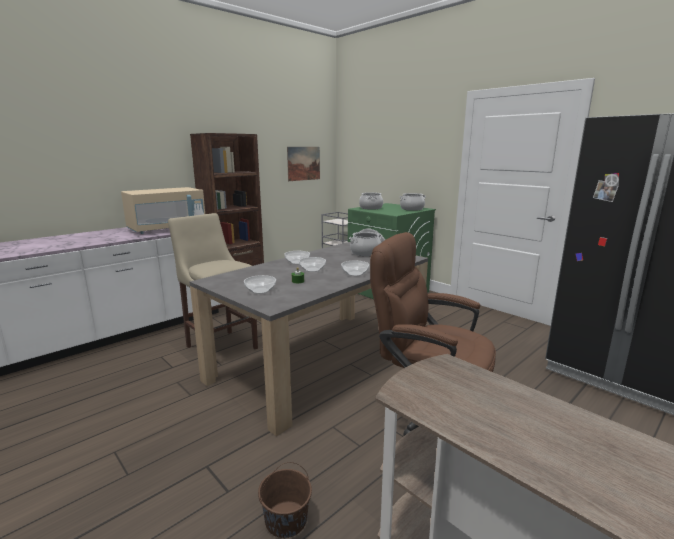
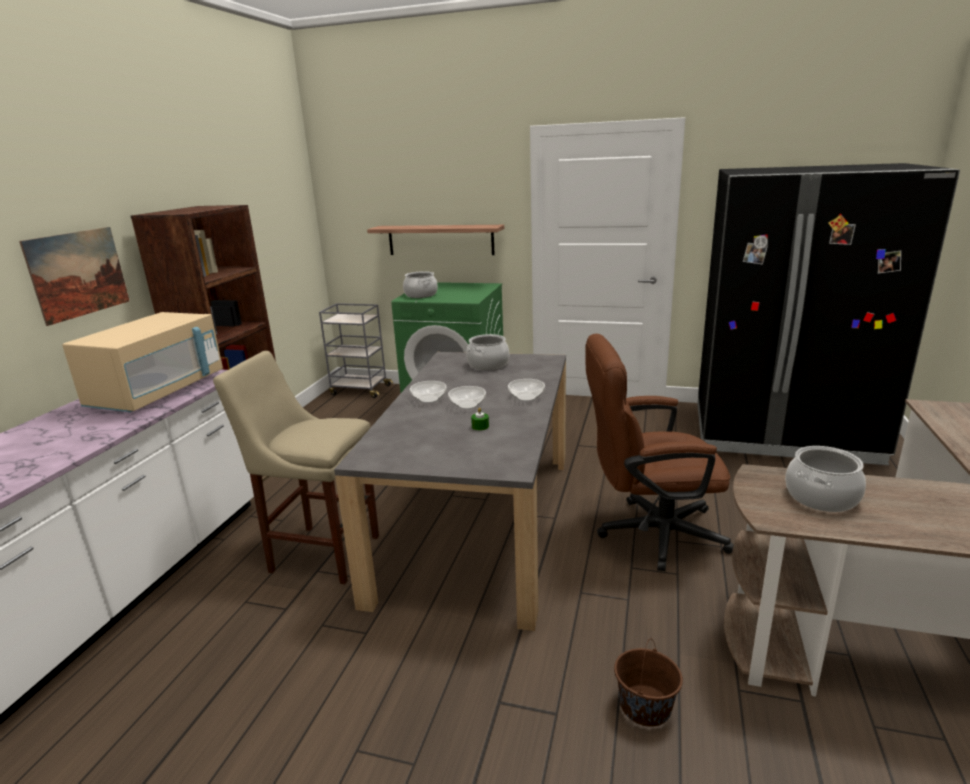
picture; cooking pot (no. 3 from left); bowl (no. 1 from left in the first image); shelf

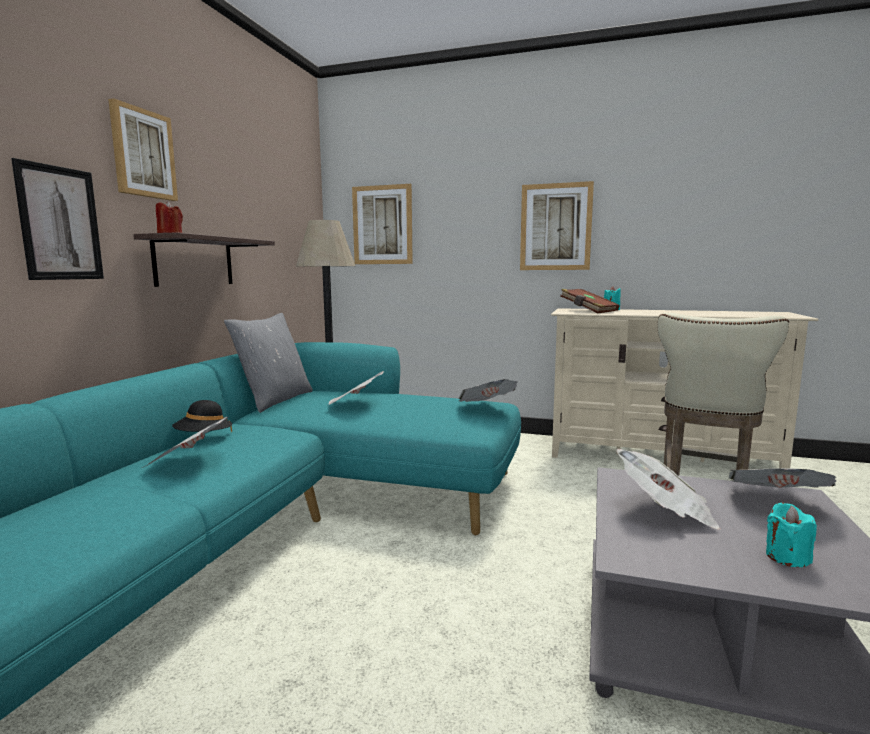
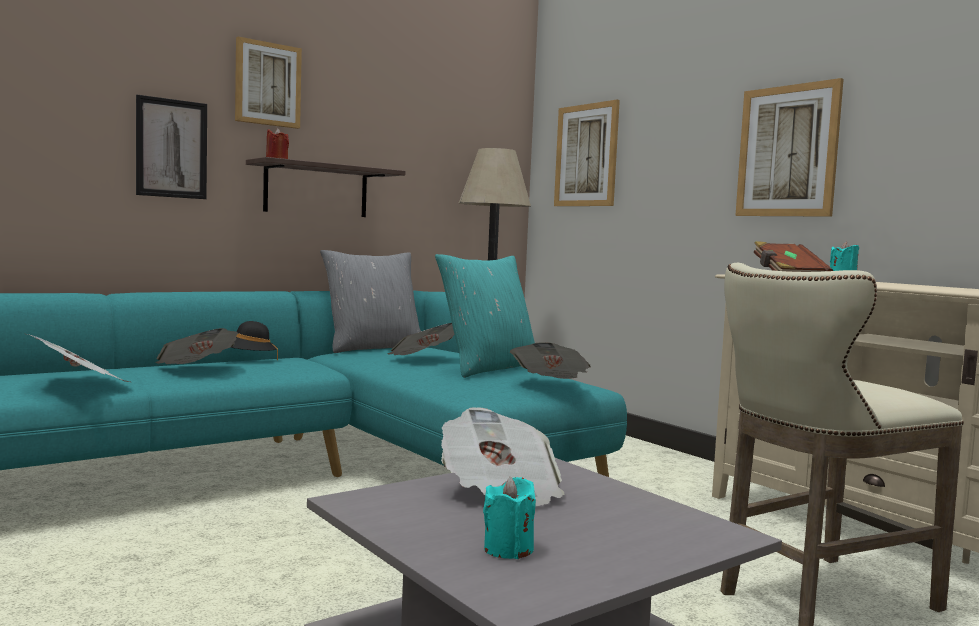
newspaper (no. 1 from left); turquoise pillow

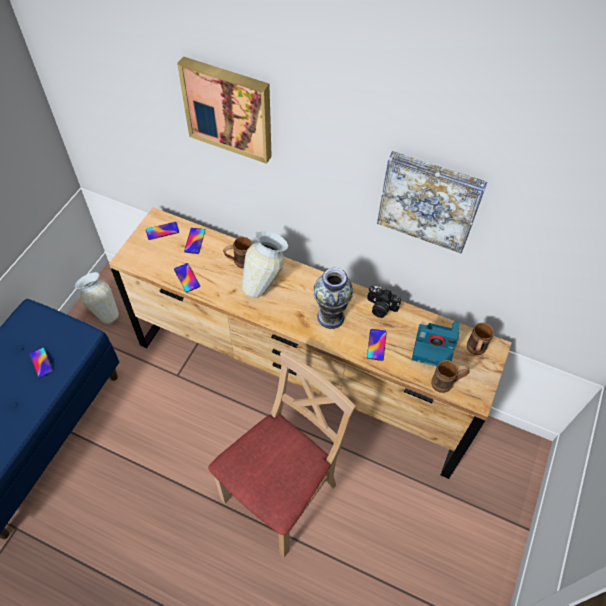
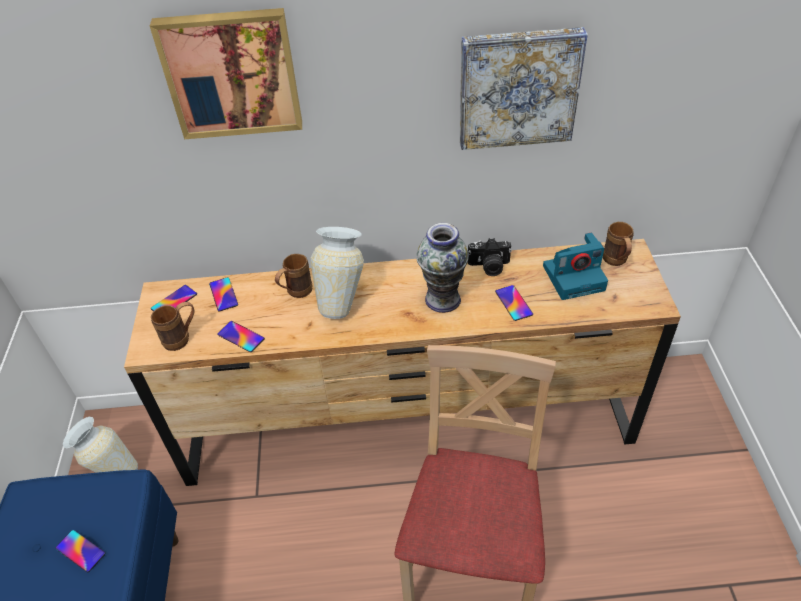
brown mug (no. 1 from left)

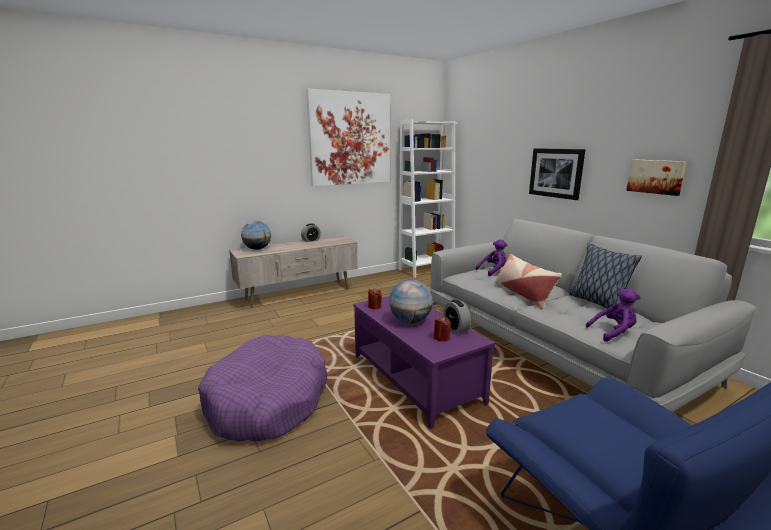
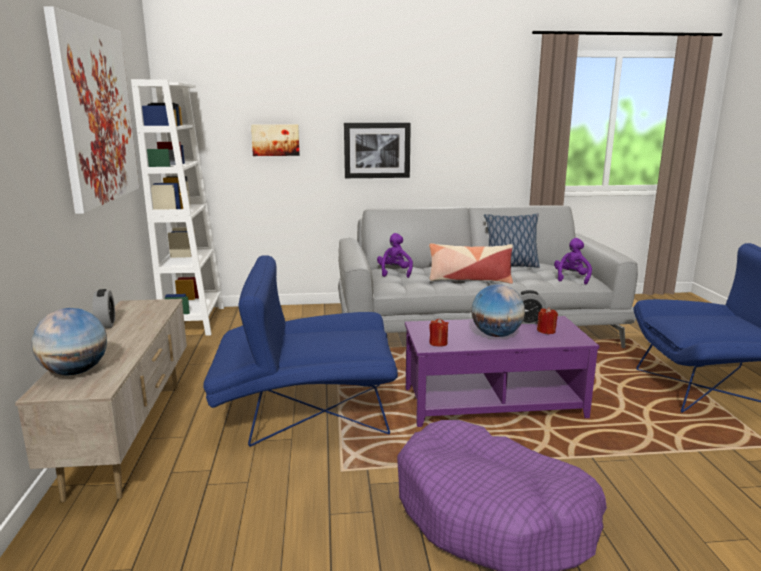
picture (no. 2 from left); blue armchair (no. 1 from left)

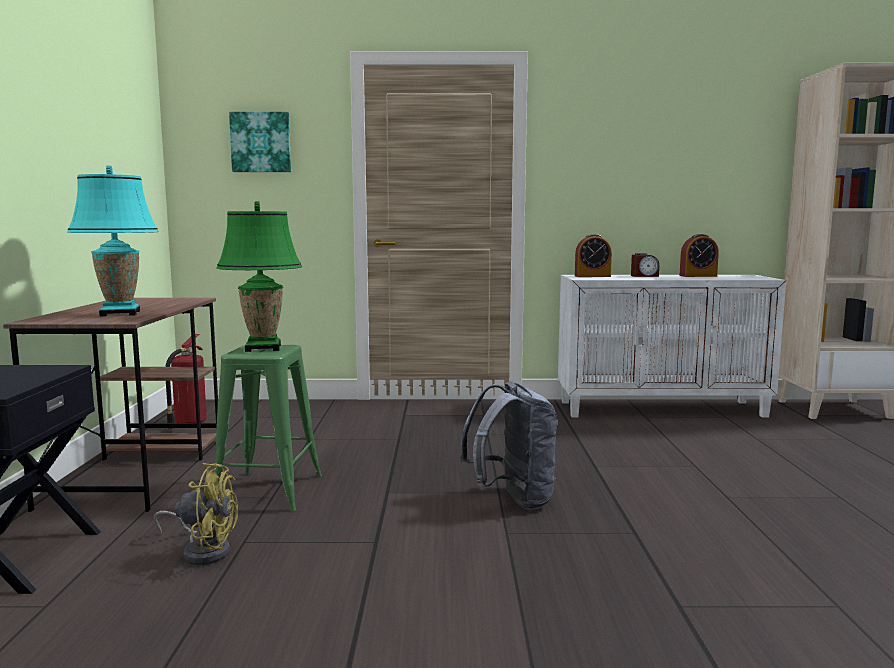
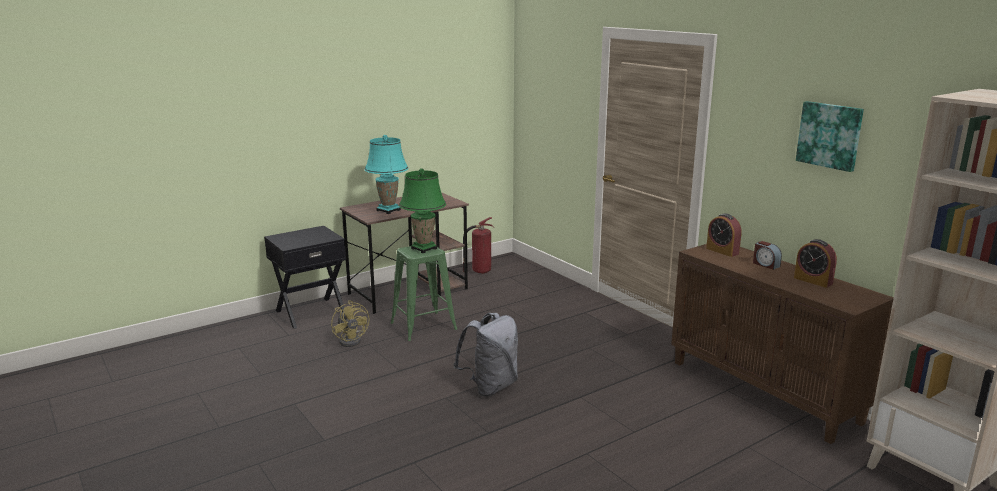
picture; brown cabinet

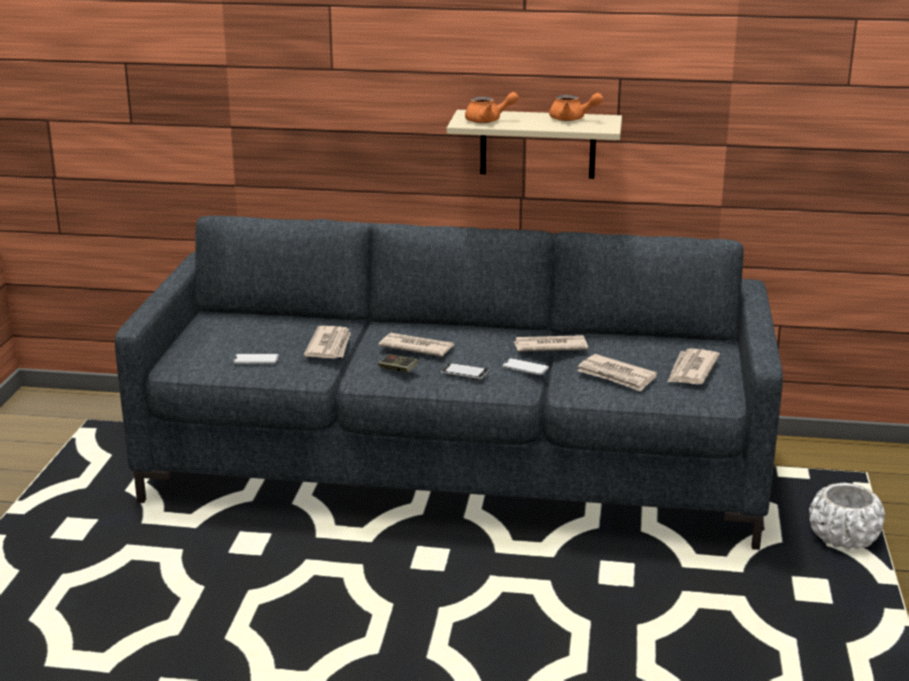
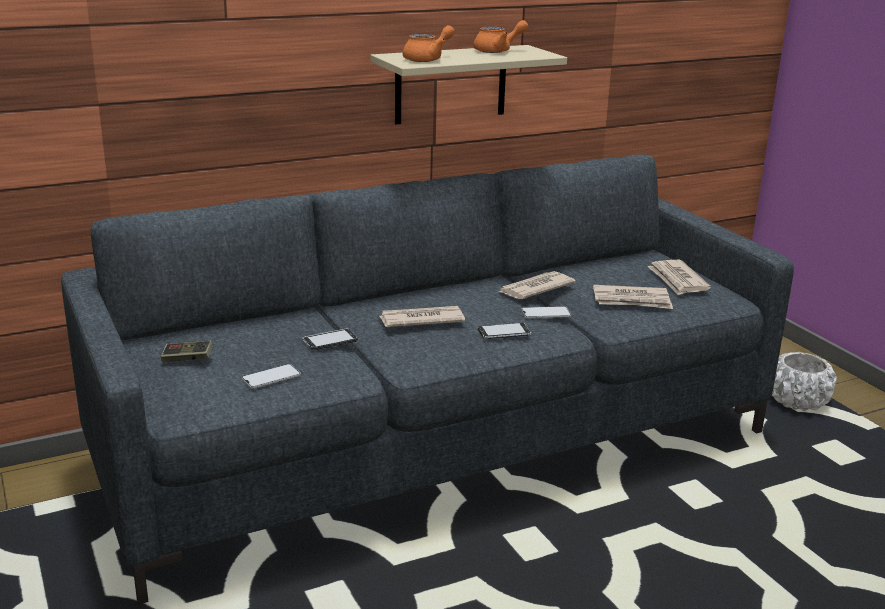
phone (no. 2 from left); game controller

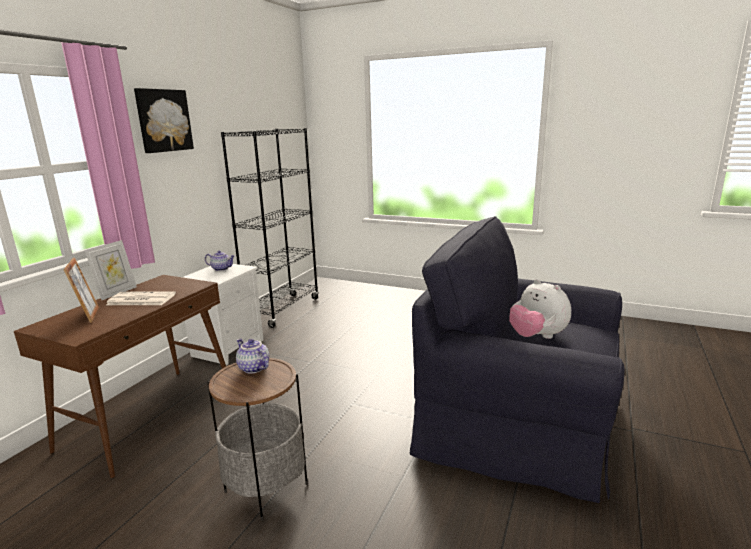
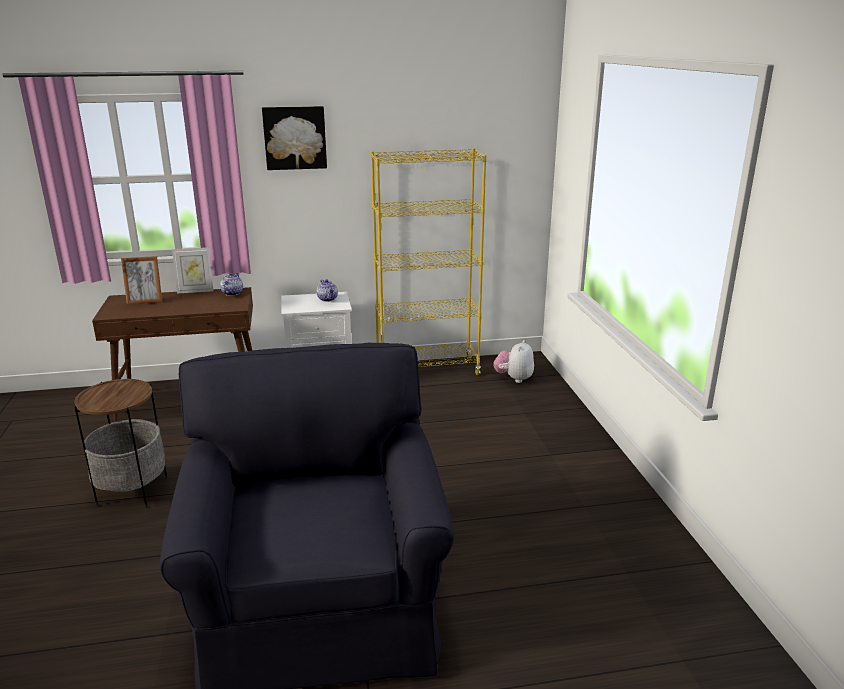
yellow bookcase; picture frame (no. 1 from left); plush toy; newspaper; teapot (no. 1 from left)

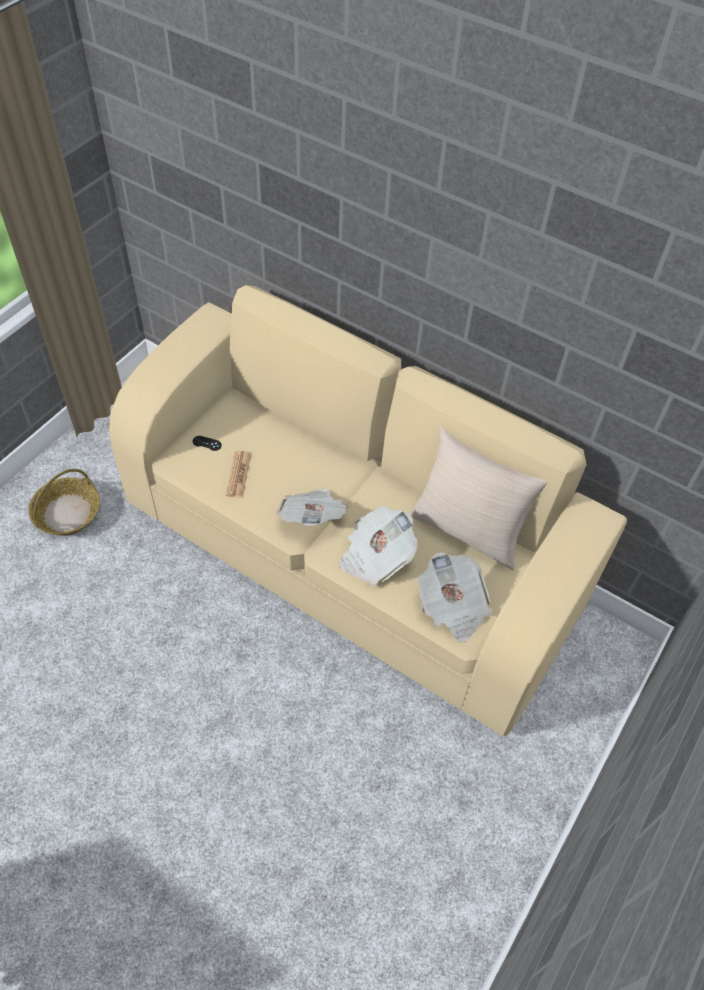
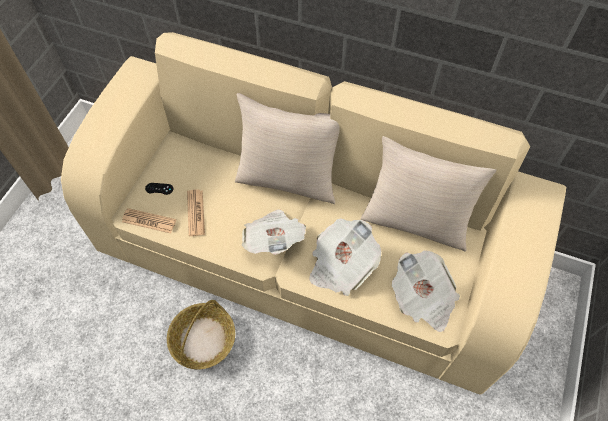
basket; beige pillow (no. 1 from left); newspaper (no. 1 from left)

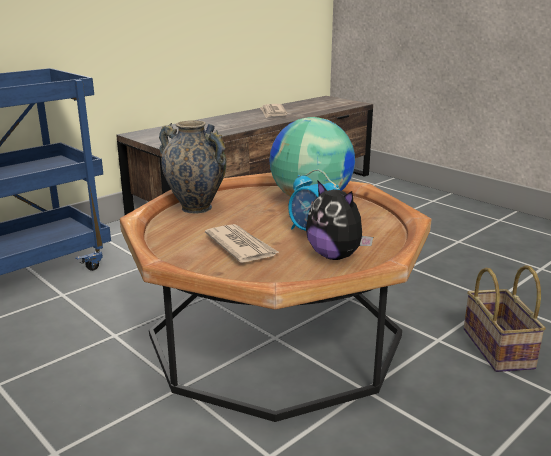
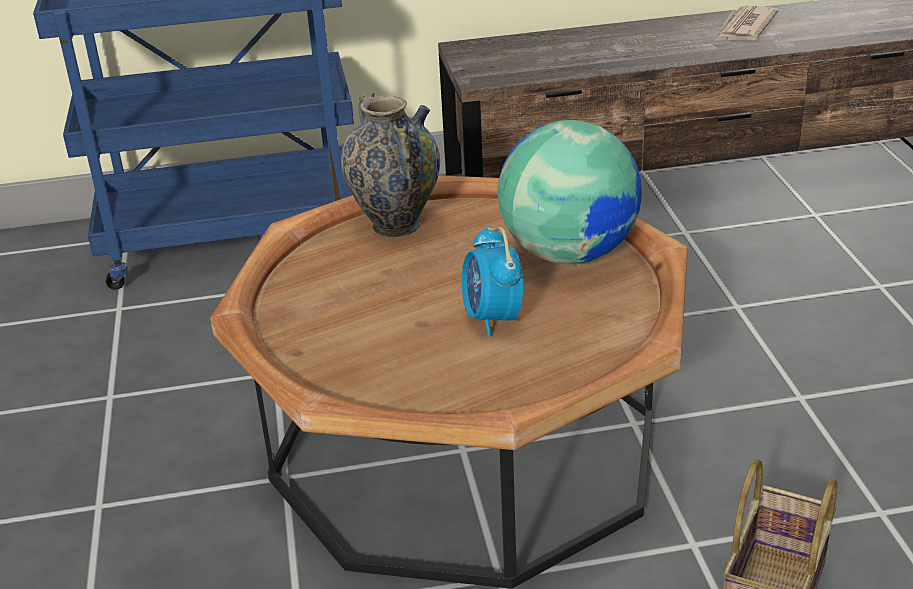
plush toy; newspaper (no. 1 from left in the first image)

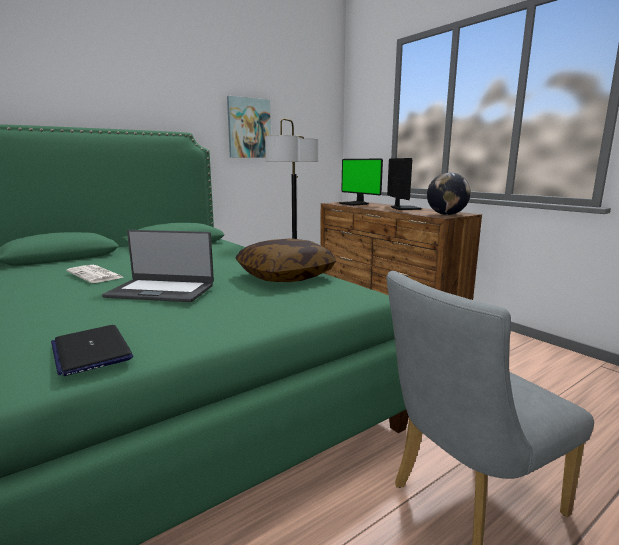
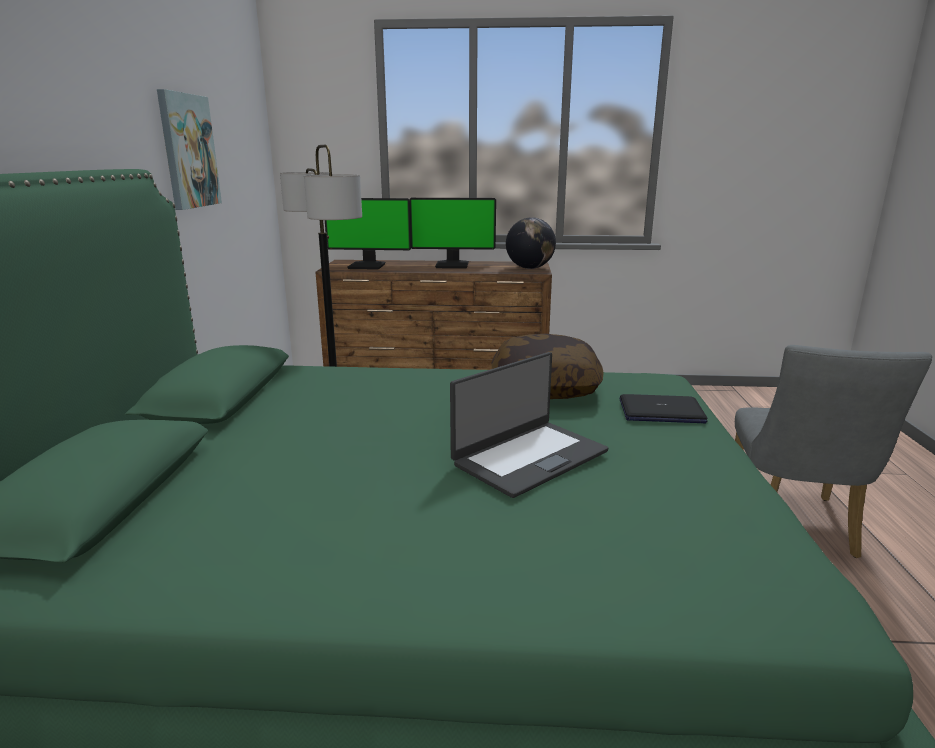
monitor (no. 2 from left); newspaper; laptop (no. 2 from left)

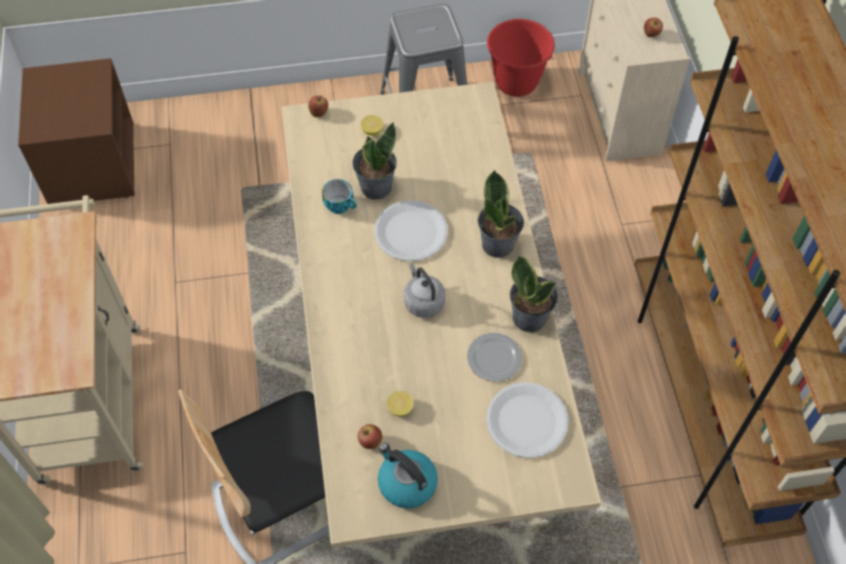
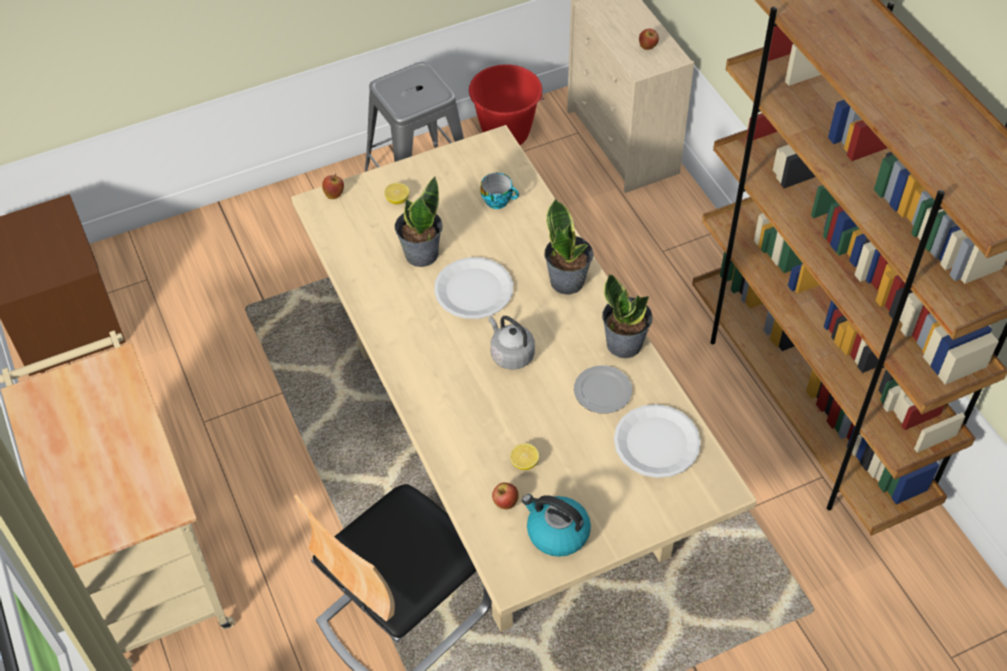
cup

